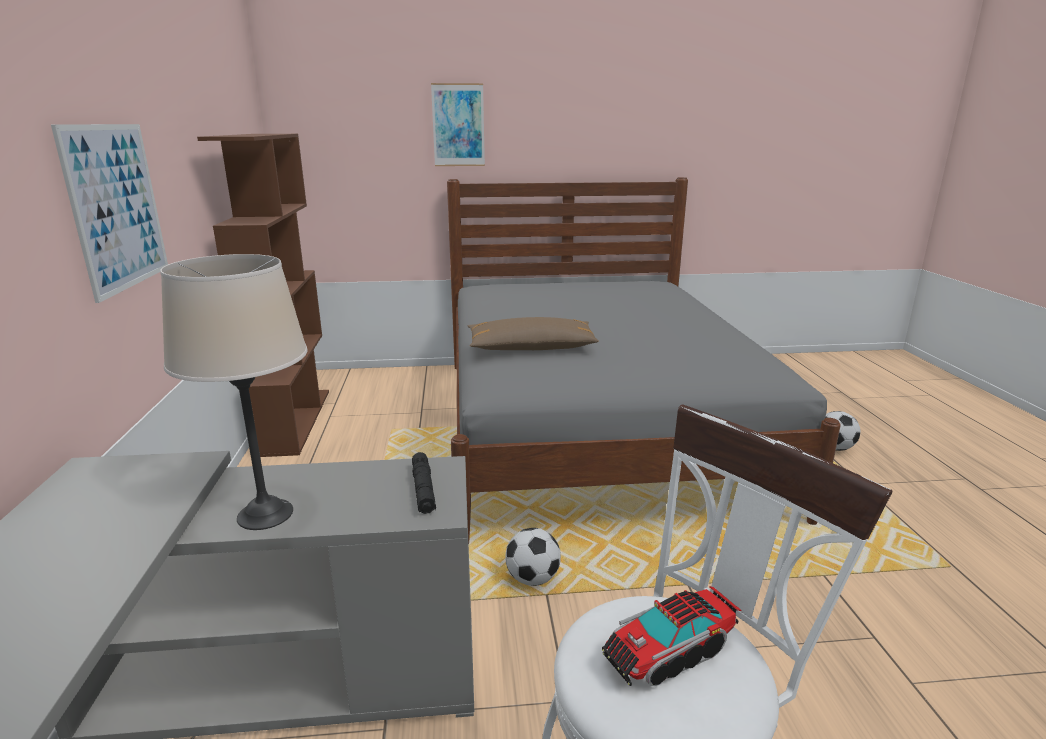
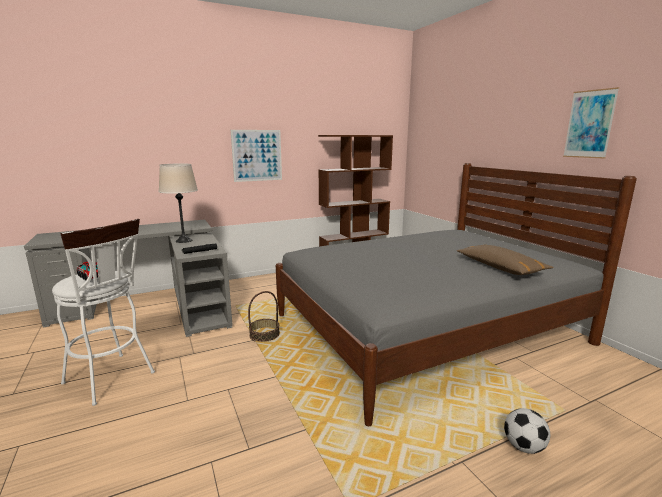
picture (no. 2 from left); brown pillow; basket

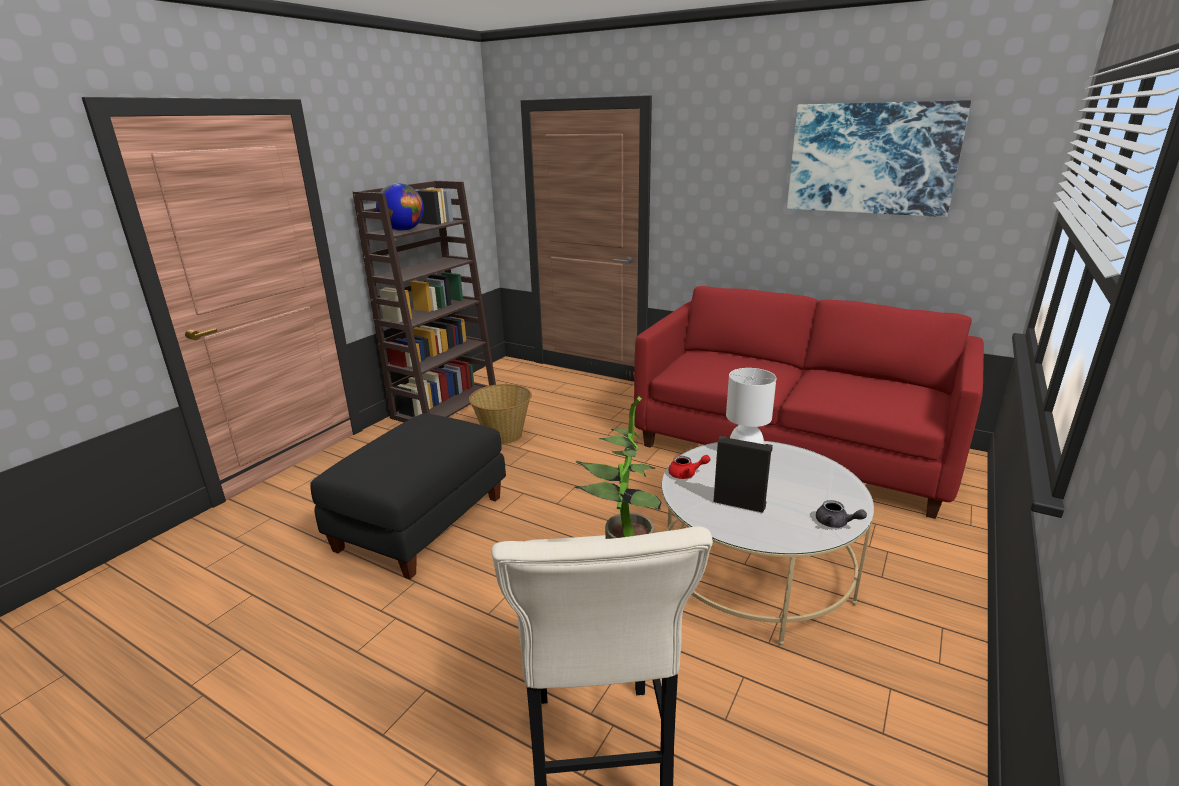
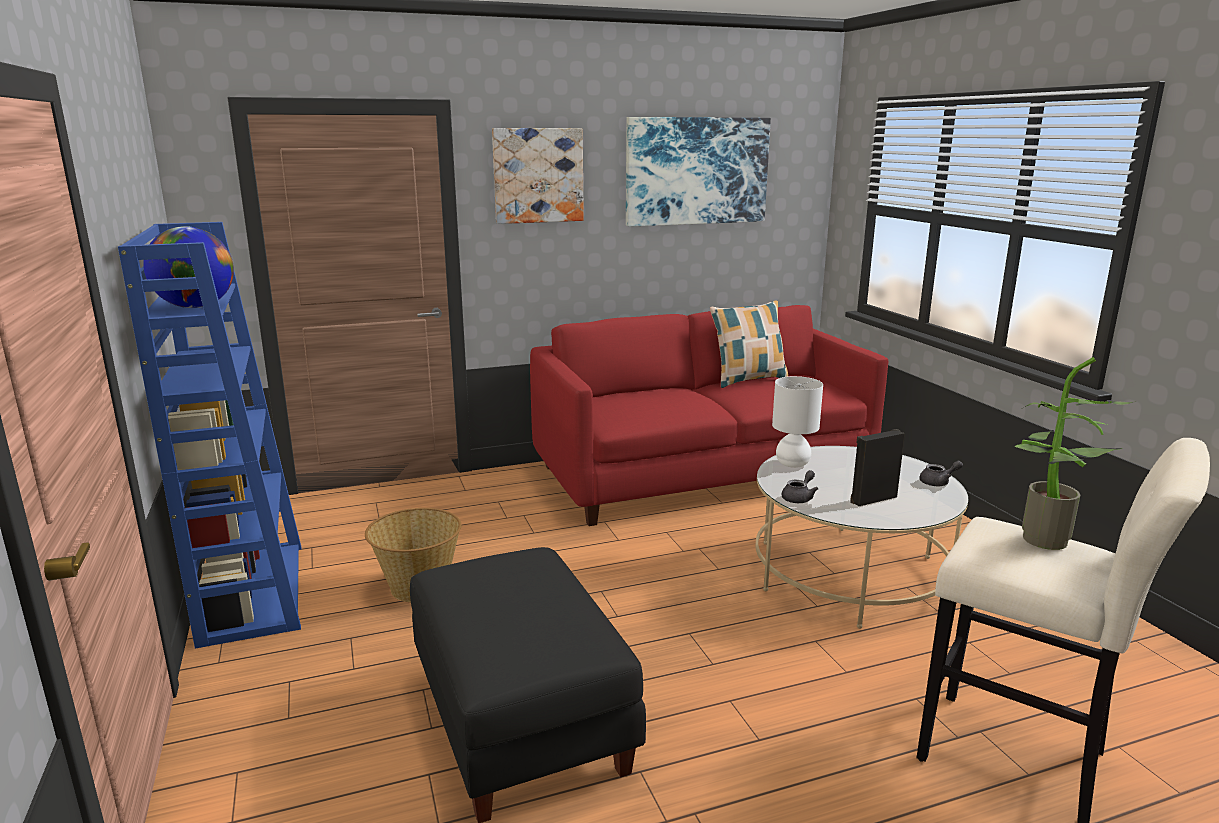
blue bookcase; grey teapot (no. 1 from left); picture (no. 1 from left); pillow

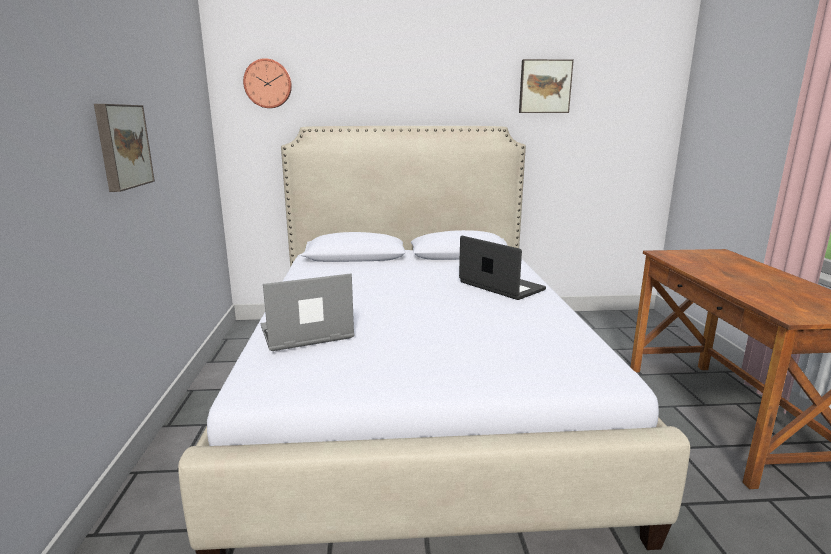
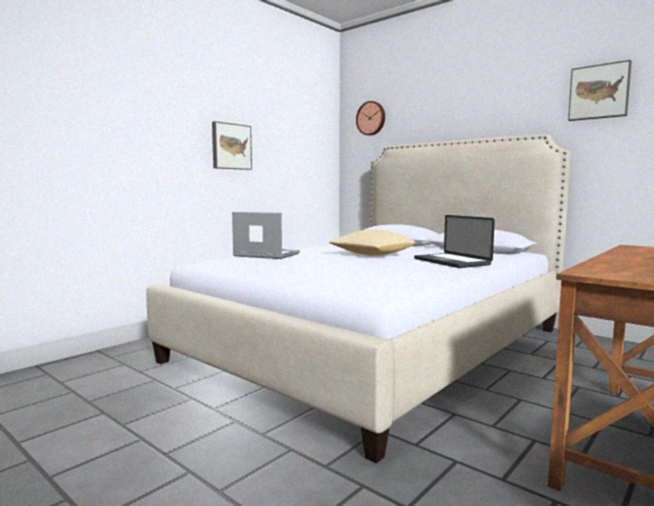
laptop (no. 2 from left); pillow

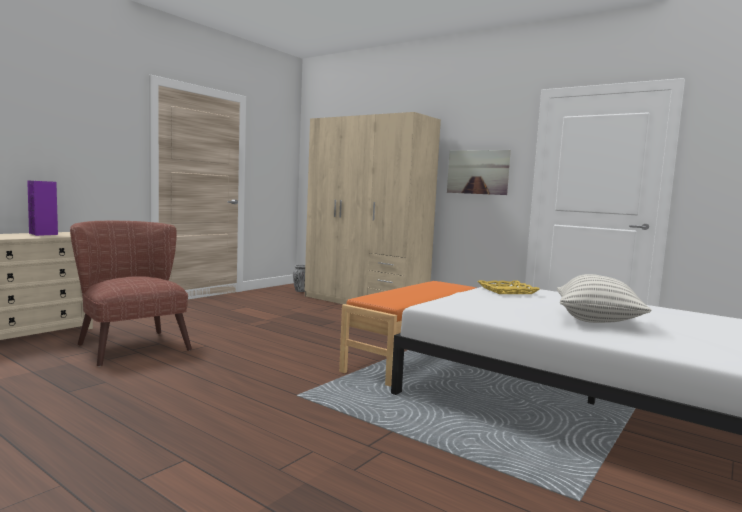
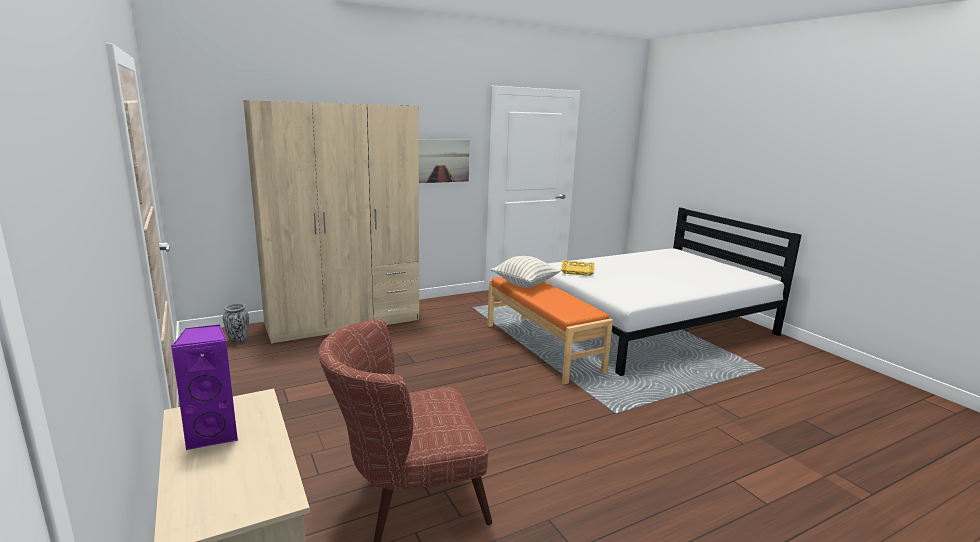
pillow

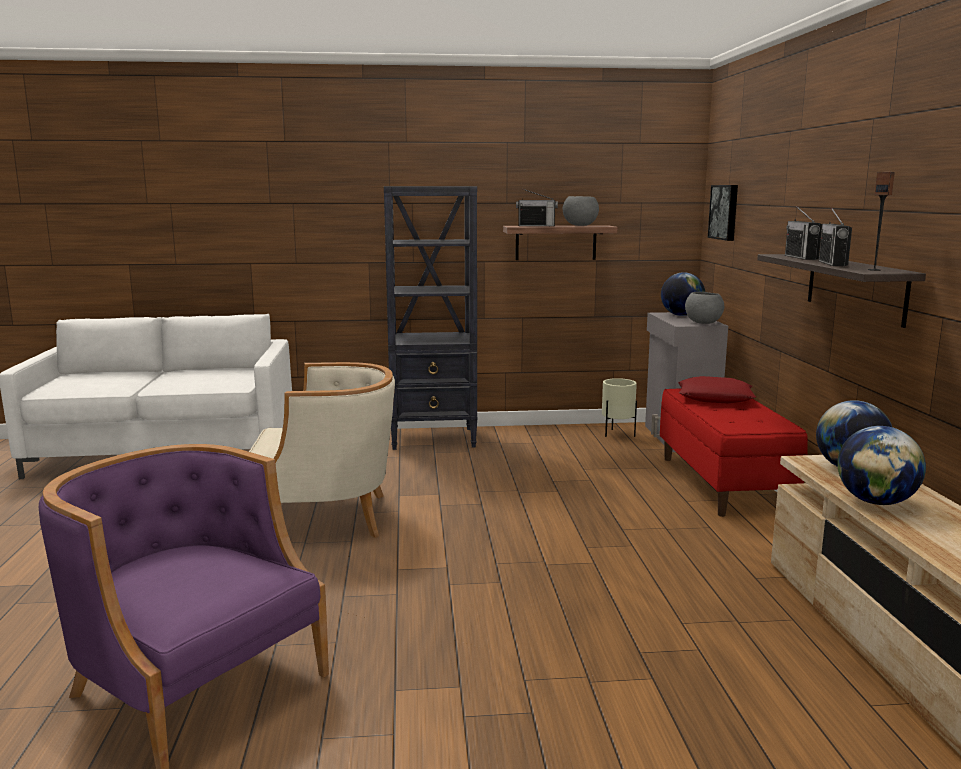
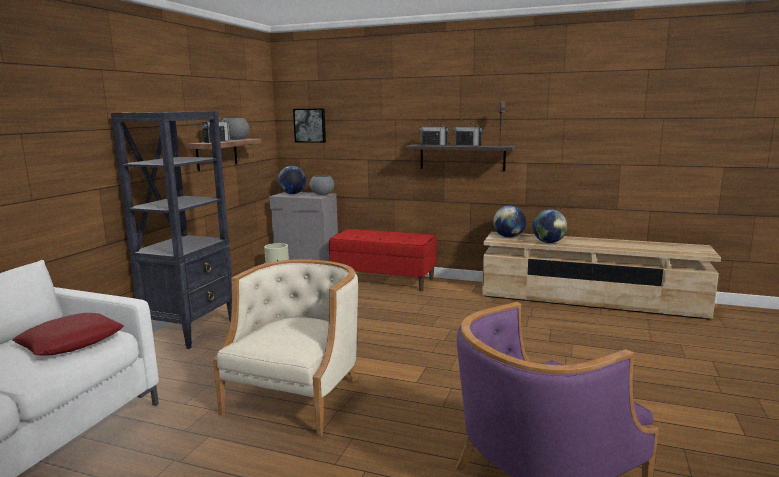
red pillow

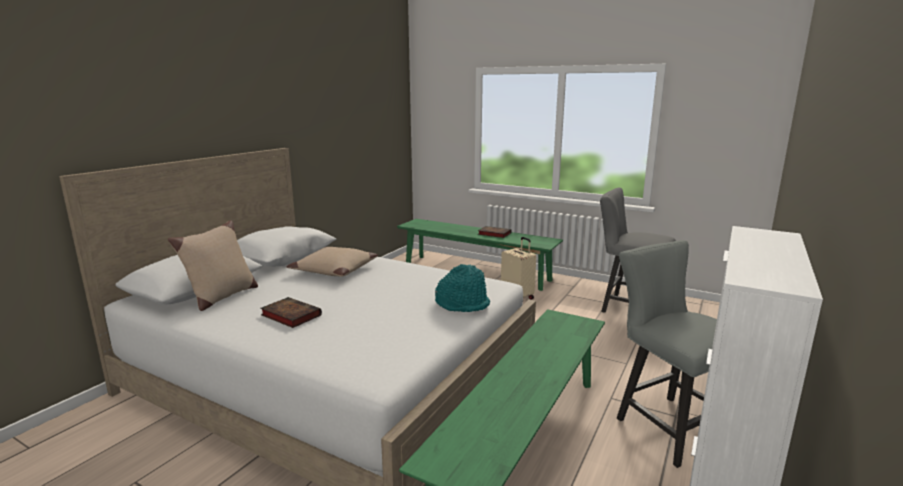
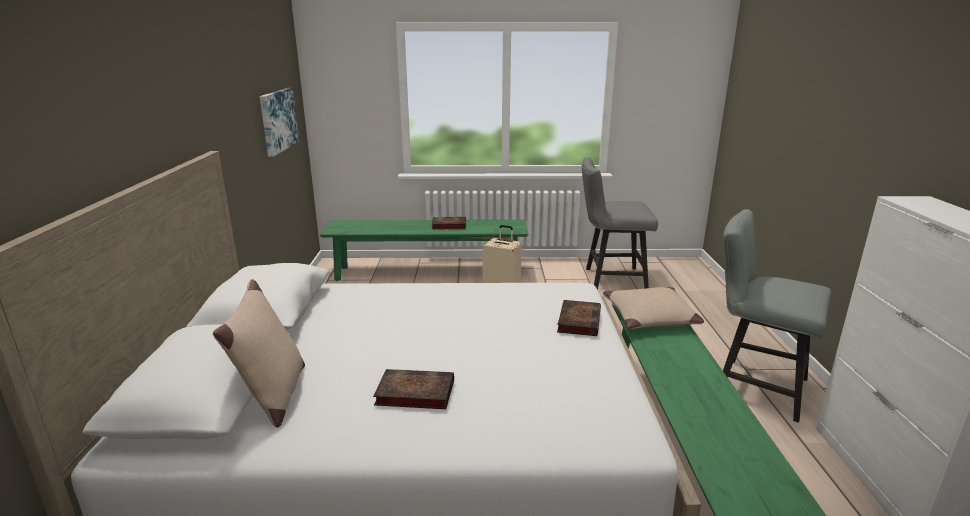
beige pillow (no. 2 from left); book (no. 3 from left); picture

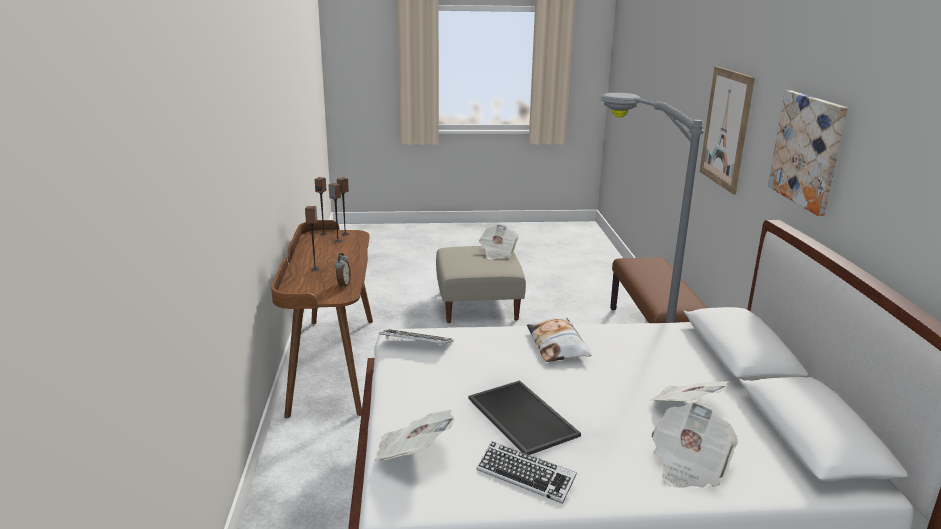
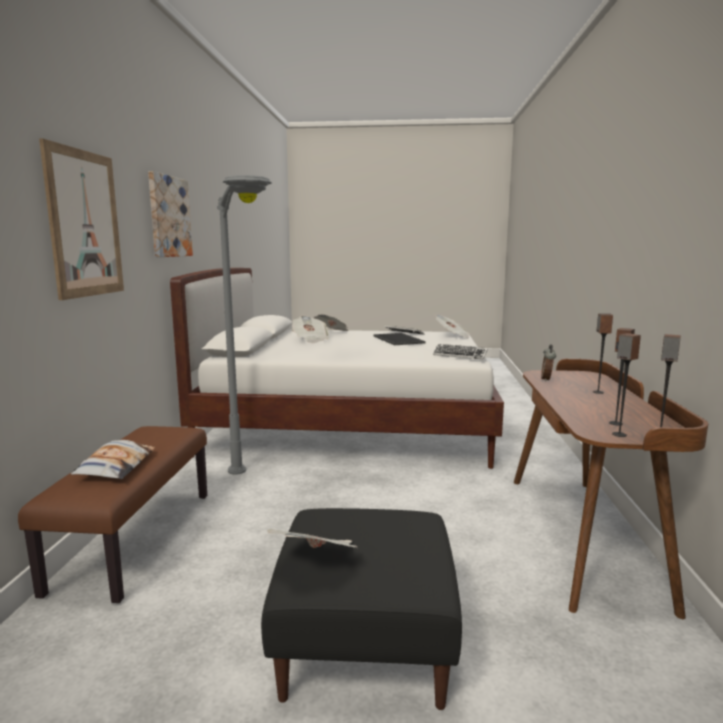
black ottoman; pillow

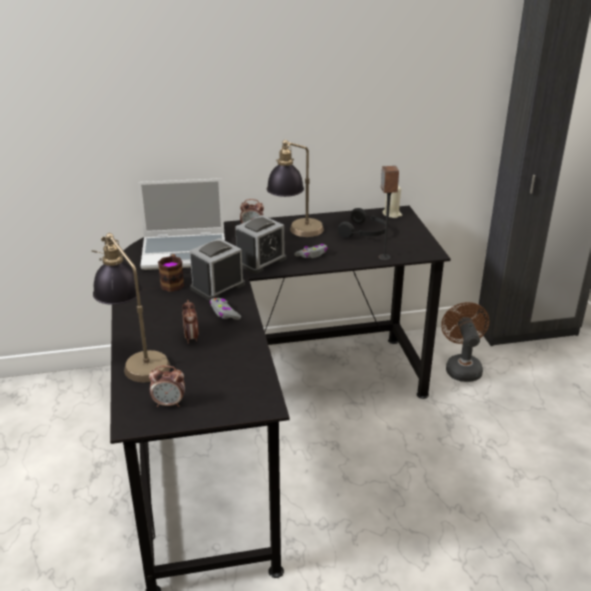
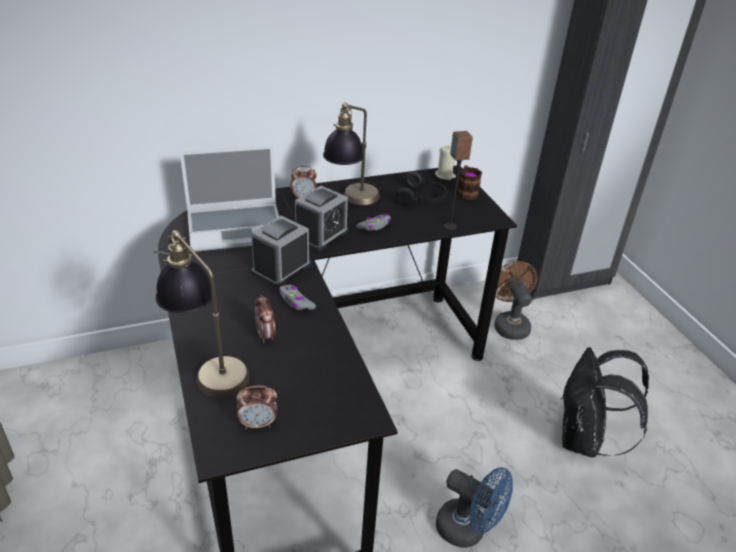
mug; black backpack; blue fan

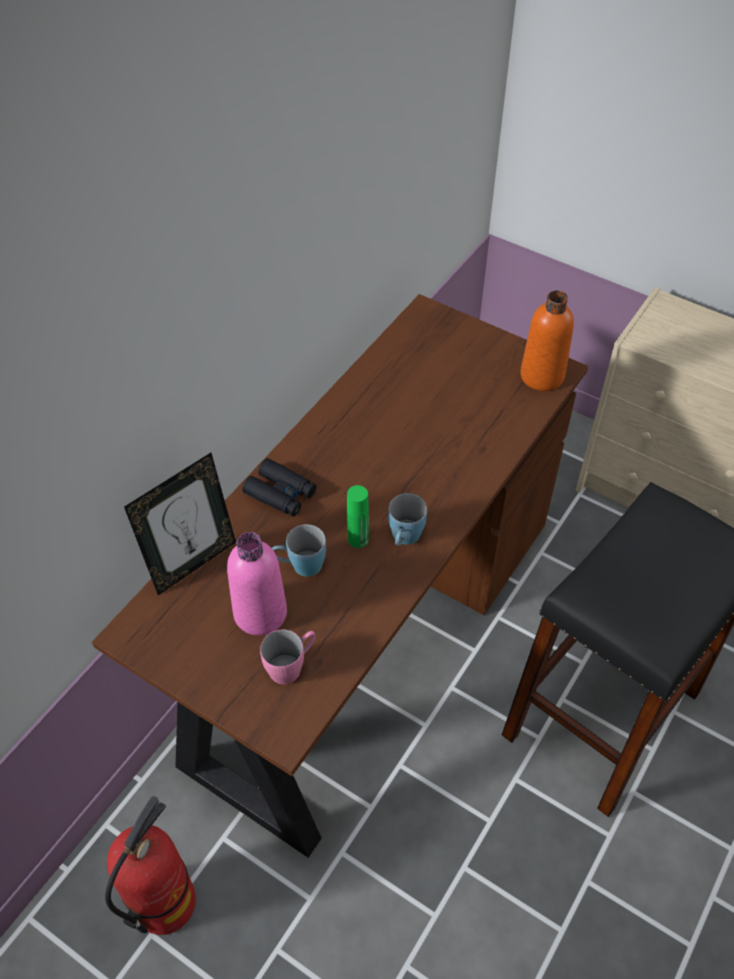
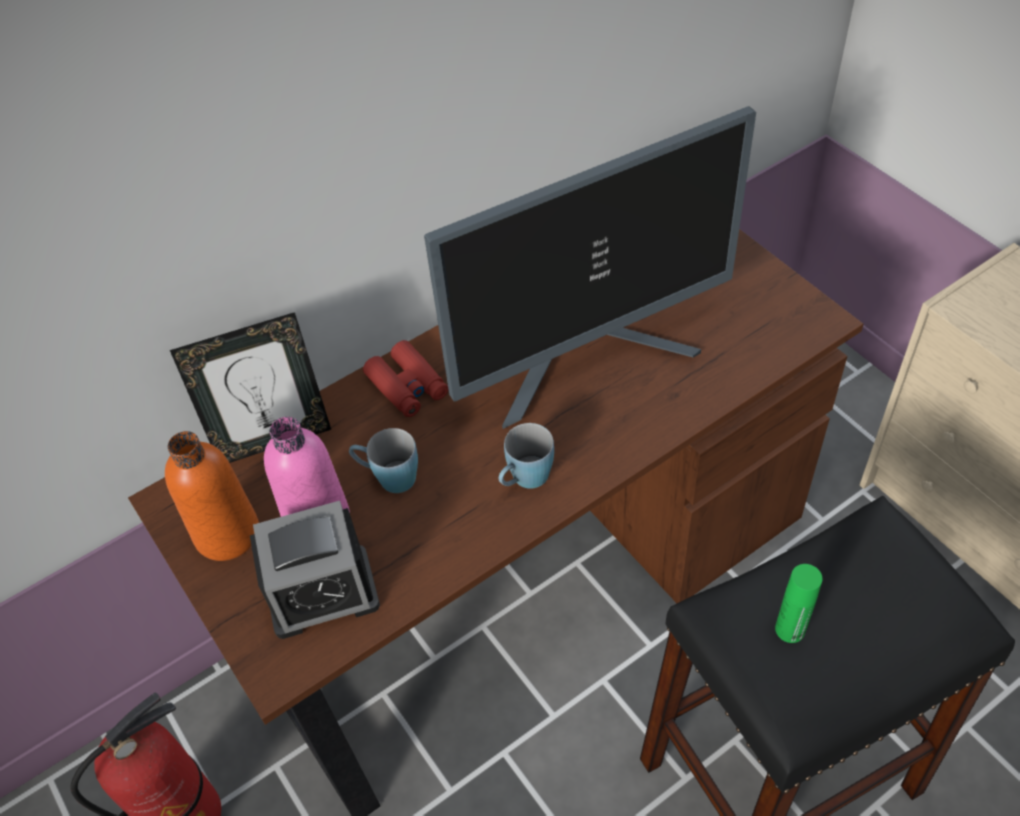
orange bottle; red binoculars; green bottle; alarm clock; monitor

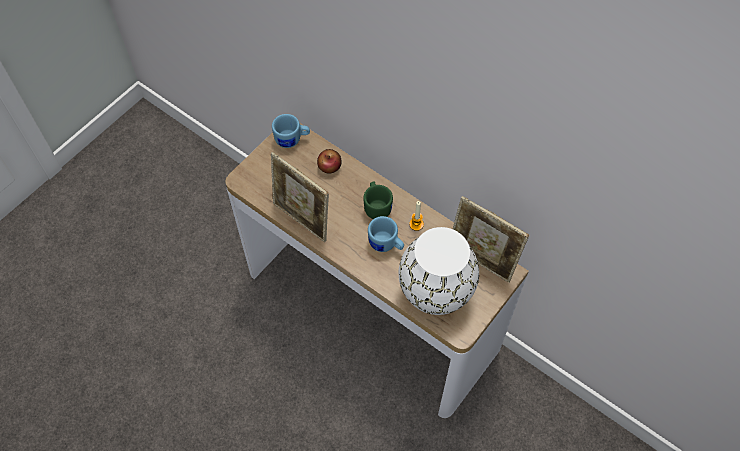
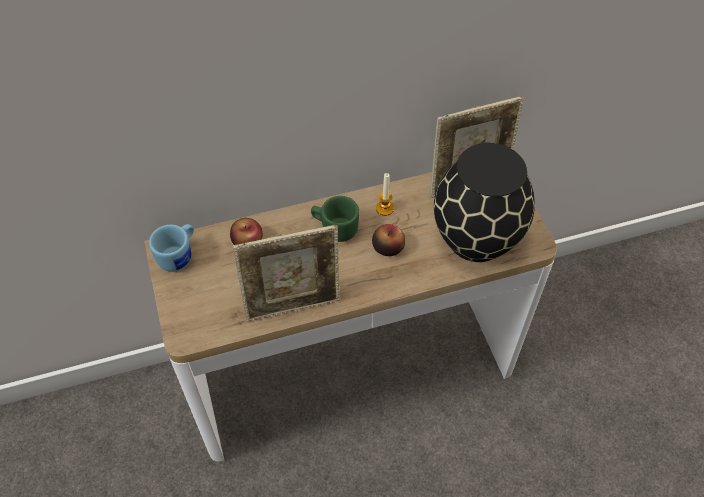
apple (no. 2 from left); black vase

